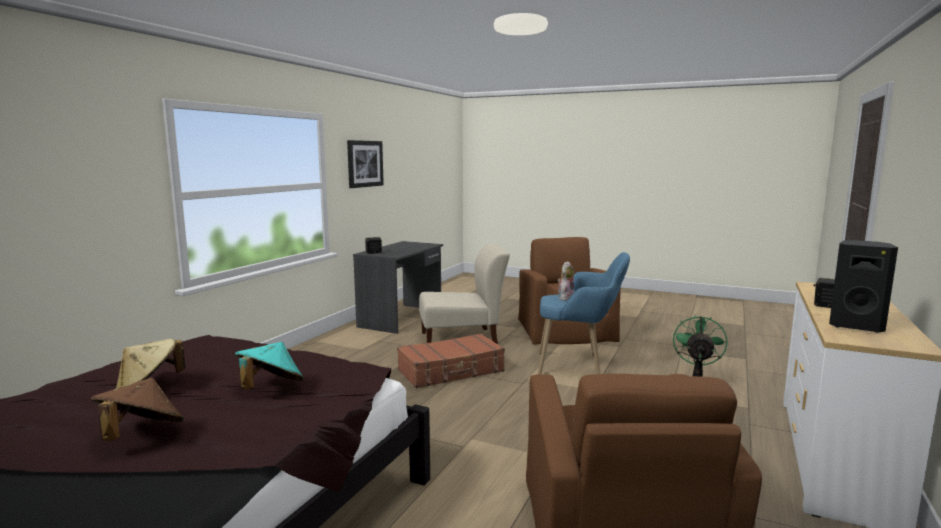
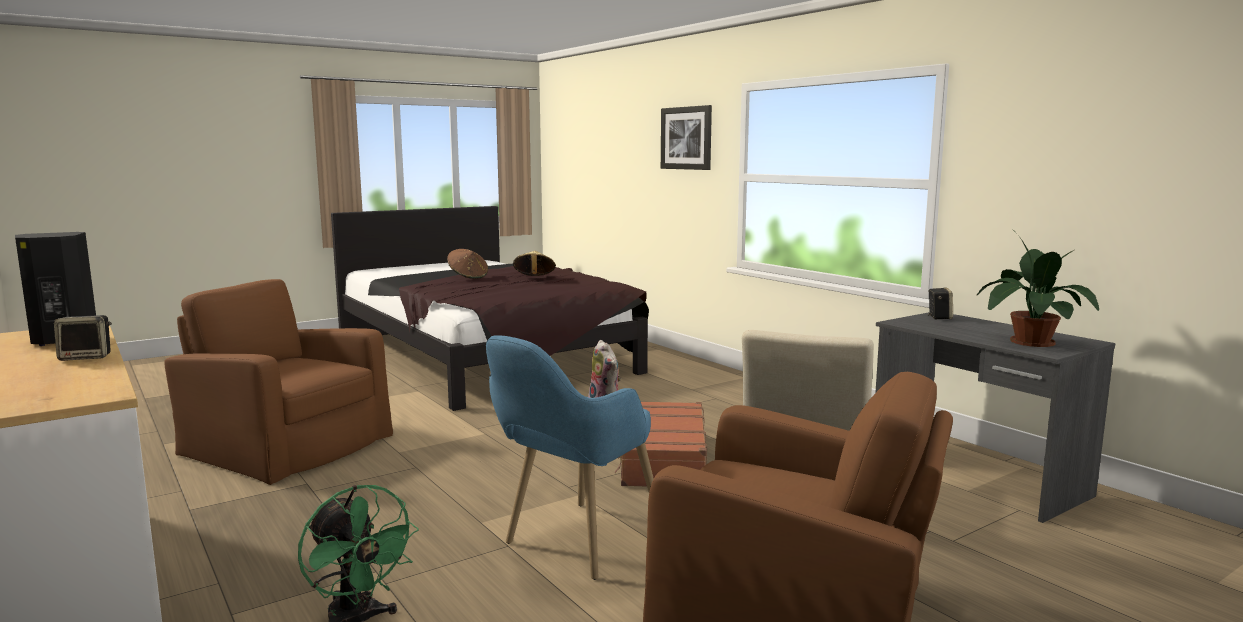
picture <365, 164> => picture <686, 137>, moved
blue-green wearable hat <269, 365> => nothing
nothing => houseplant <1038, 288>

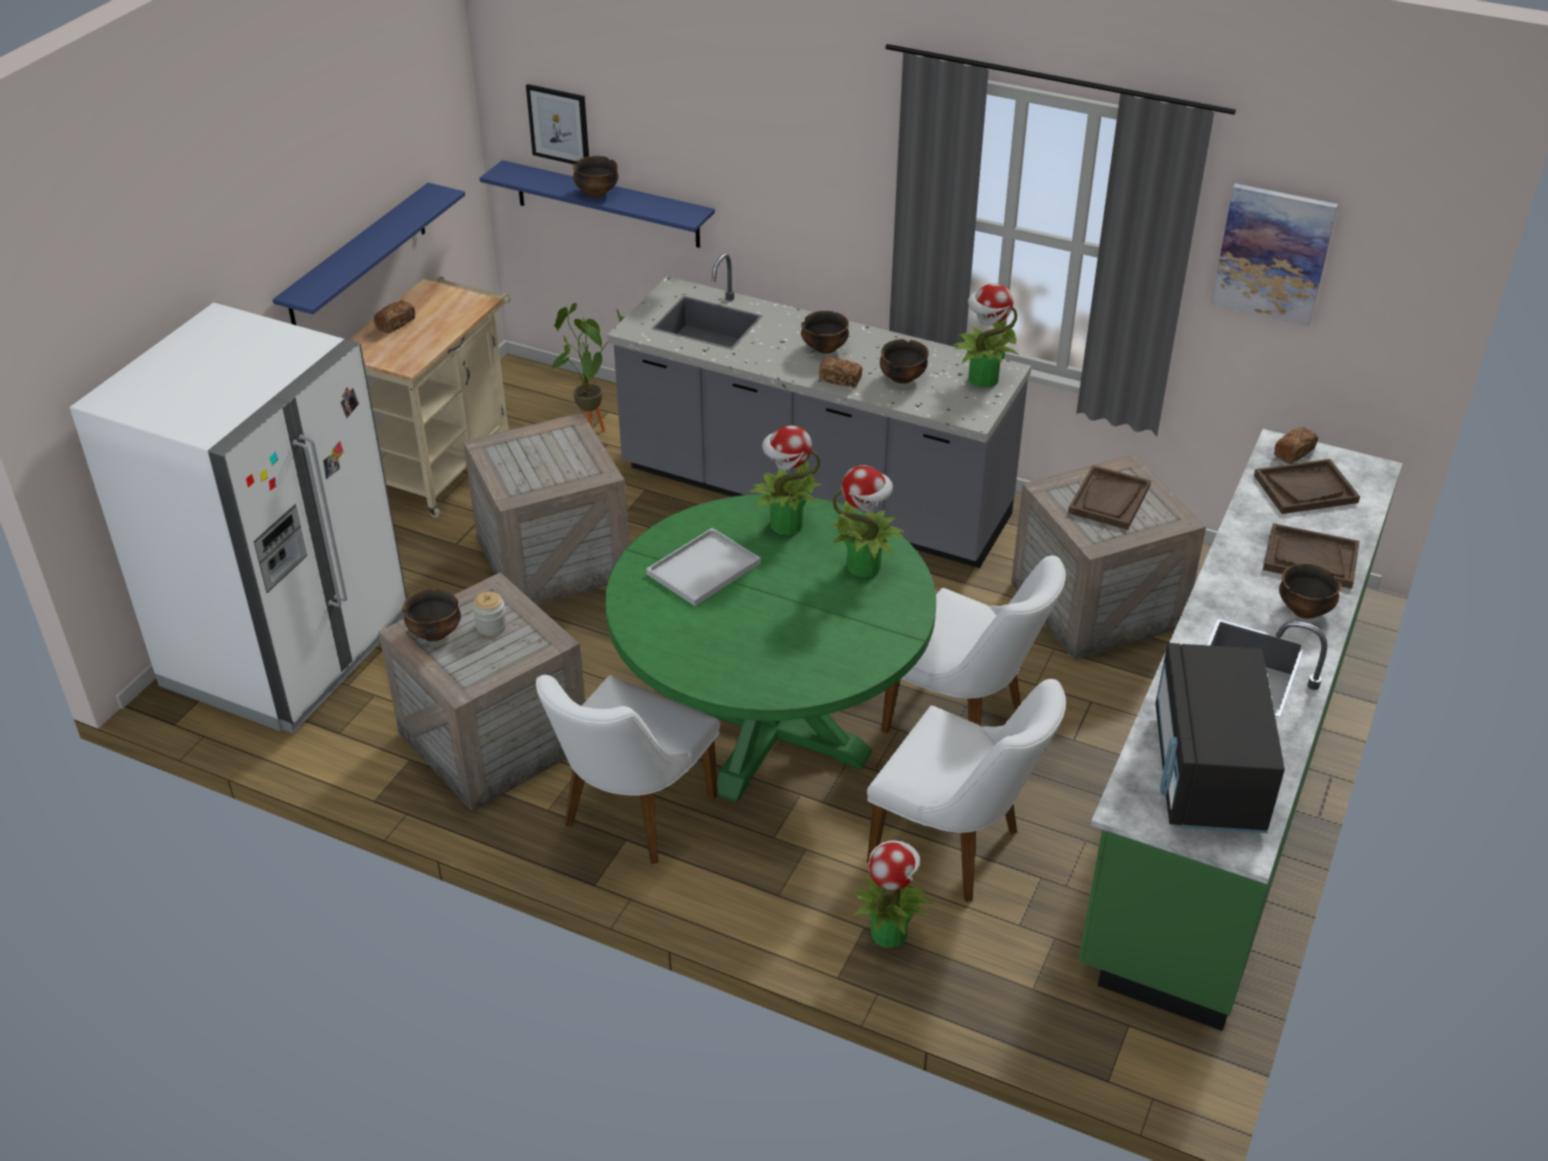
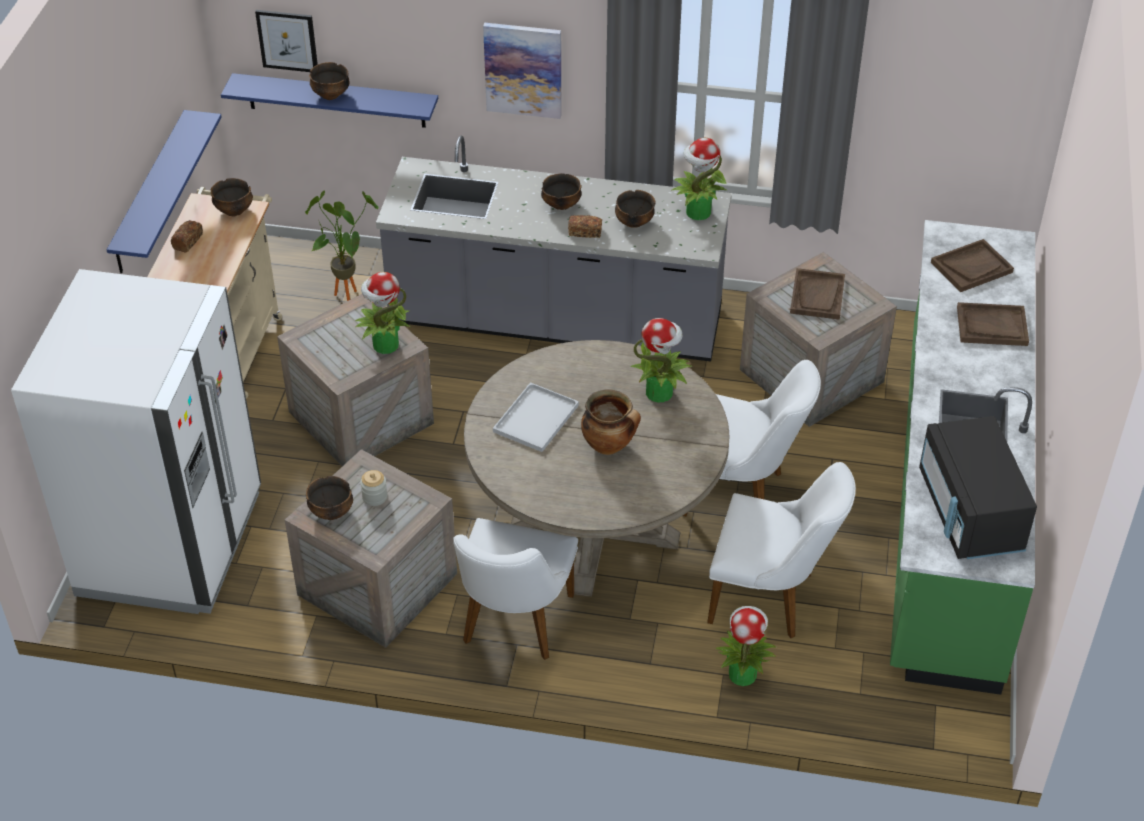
picture <1274, 254> => picture <522, 71>, moved
houseplant <785, 480> => houseplant <382, 313>, moved
bread <1296, 445> => nothing
green dinner table <770, 648> => sand-coloured dinner table <596, 468>
serving bowl <1310, 591> => serving bowl <232, 197>, moved
nothing => saucepot <611, 422>

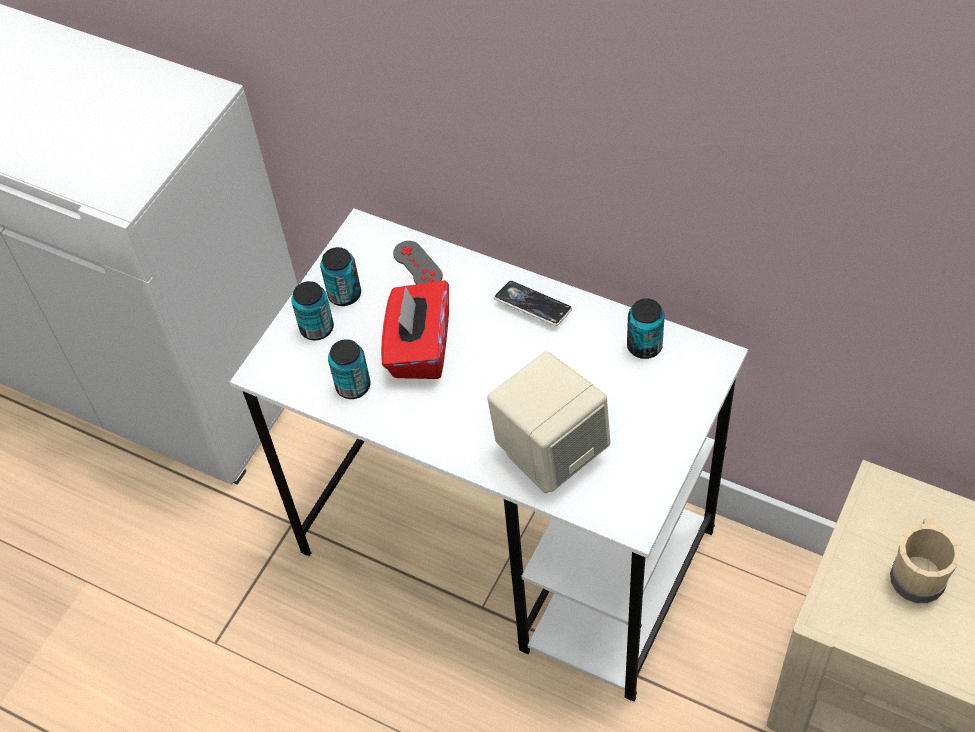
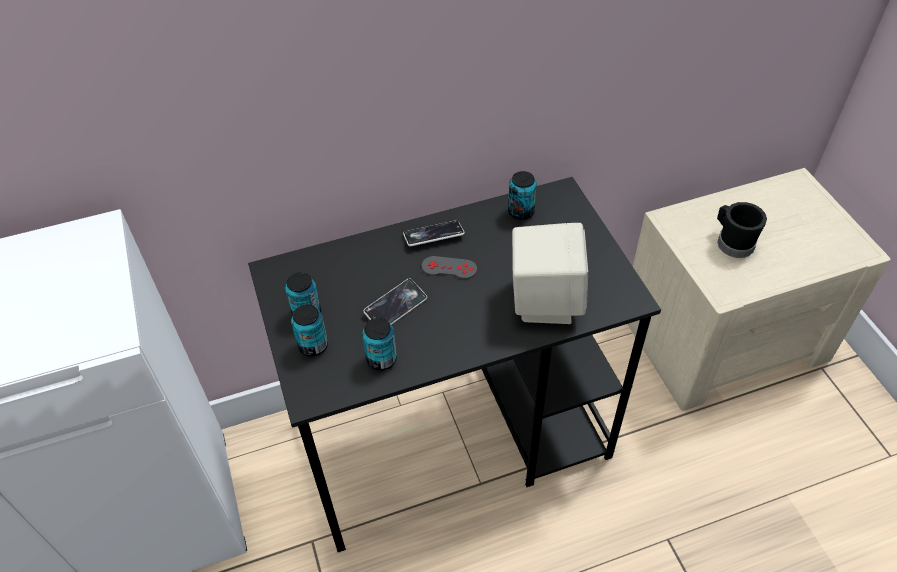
whitish desk <489, 455> => black desk <454, 364>
greyish joypad <418, 262> => greyish joypad <449, 267>, moved
red-coloured tissue box <415, 329> => telephone <395, 301>
sand-coloured coffee mug <925, 560> => black coffee mug <742, 230>

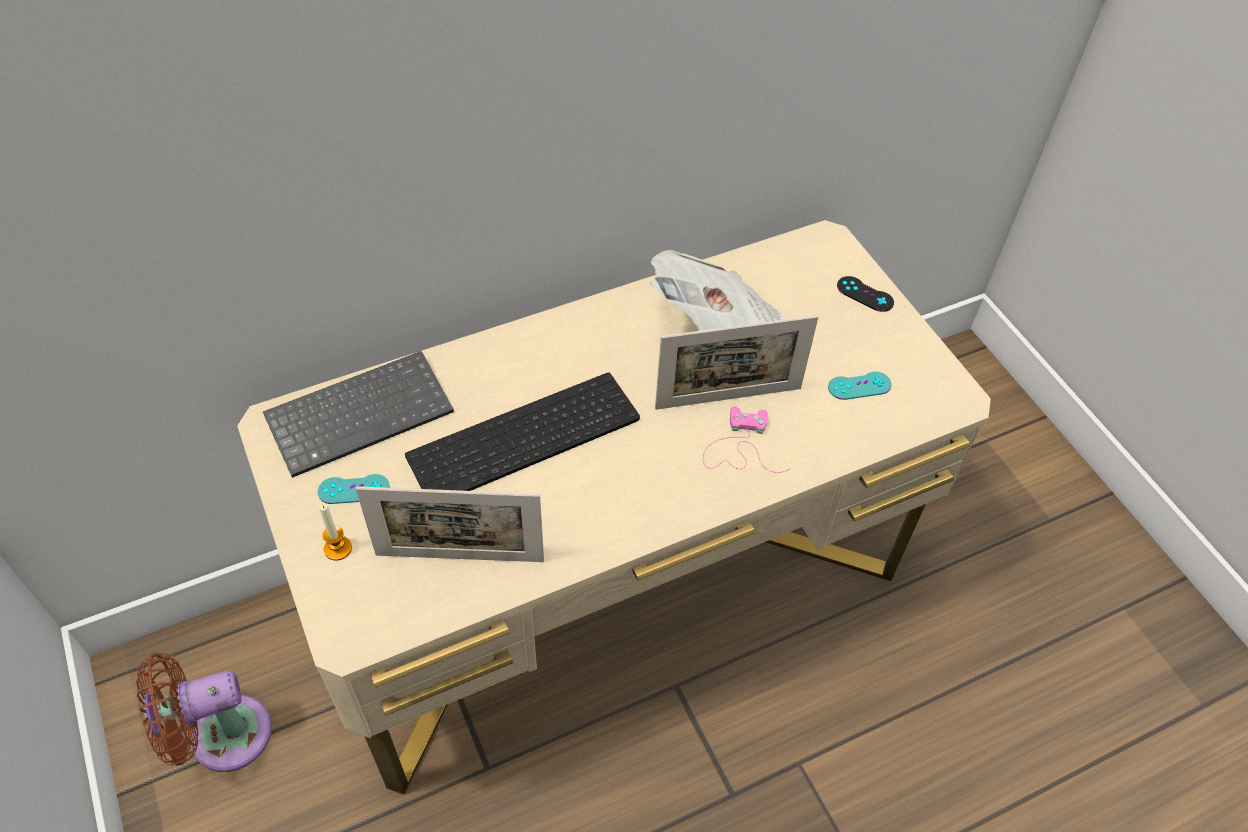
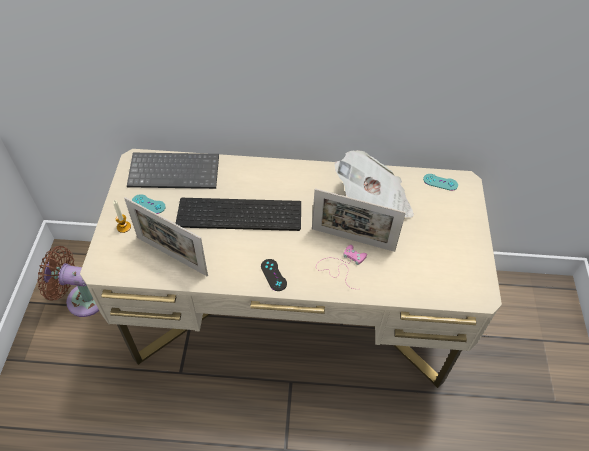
black joypad <865, 294> => black joypad <274, 275>, moved
blue-green joypad <860, 386> => blue-green joypad <440, 182>, moved

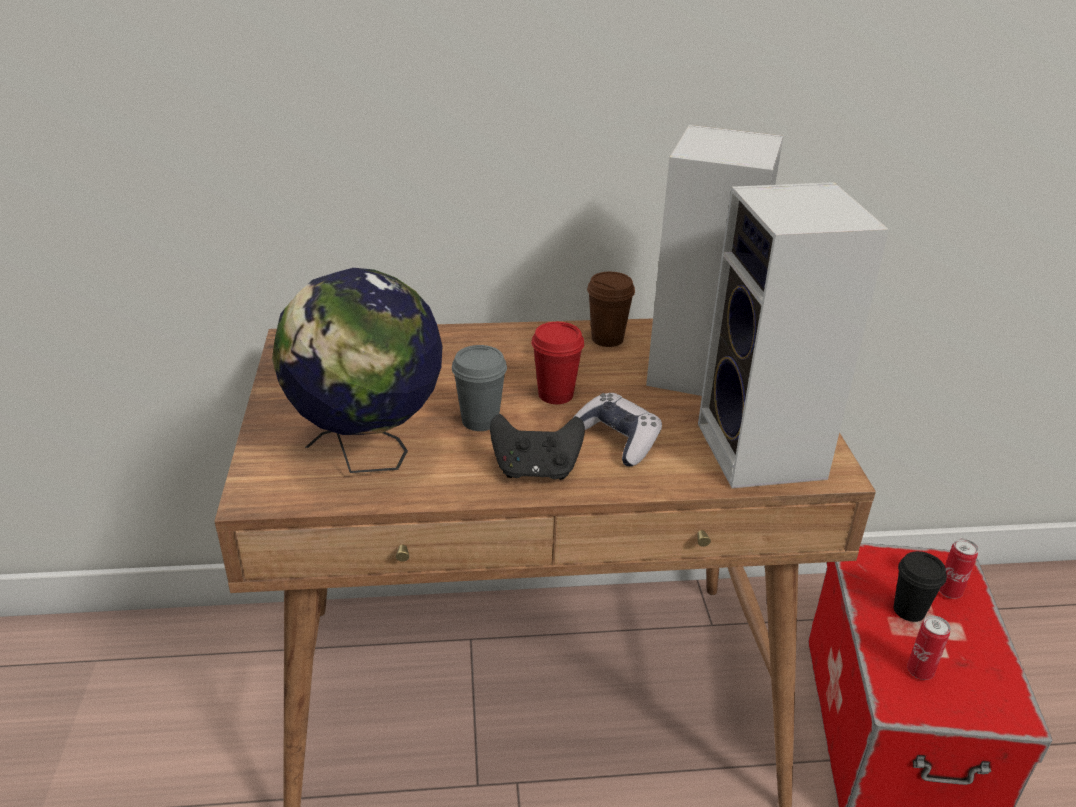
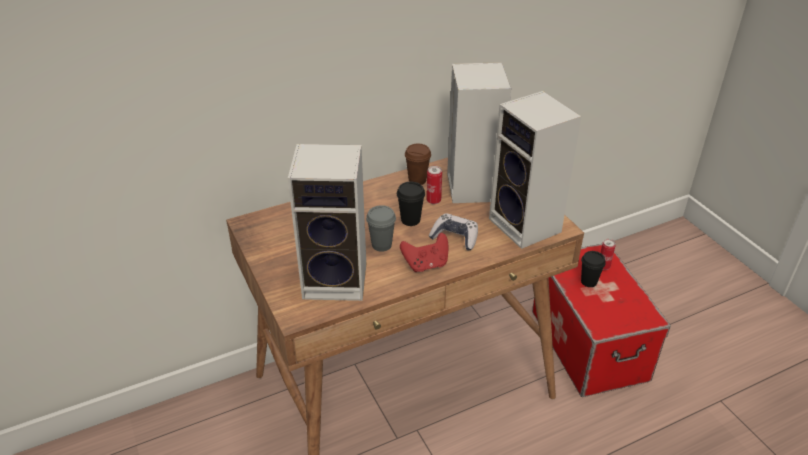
globe <357, 370> => audio speaker <327, 222>
red-coloured small cup <557, 363> => black small cup <411, 204>
black joypad <537, 447> => red-coloured joypad <424, 252>
sealed can <929, 647> => sealed can <434, 185>, moved

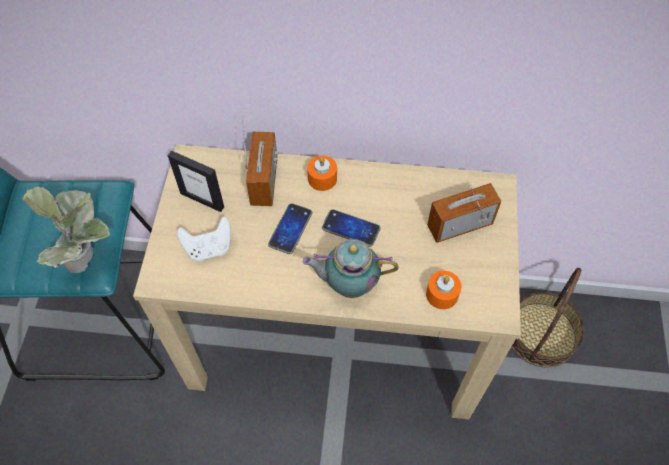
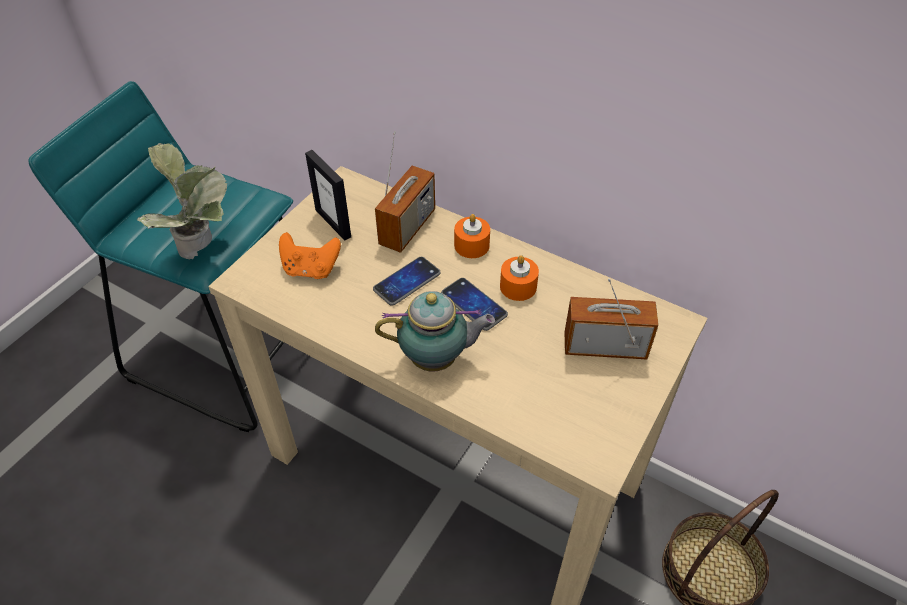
whitish joypad <204, 239> => orange joypad <310, 255>
teapot <351, 268> => teapot <435, 331>, 150 degrees clockwise
orange wax candle <443, 290> => orange wax candle <519, 278>, moved

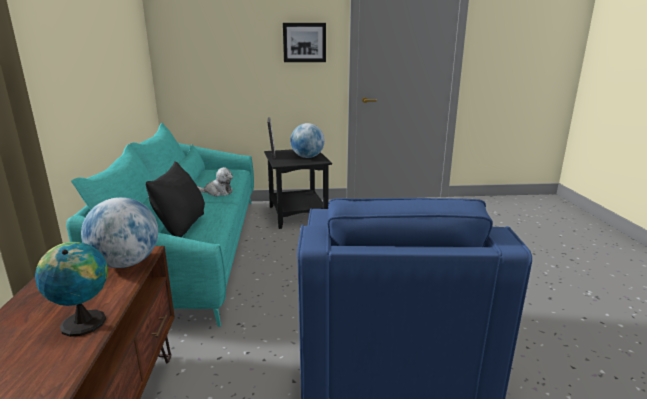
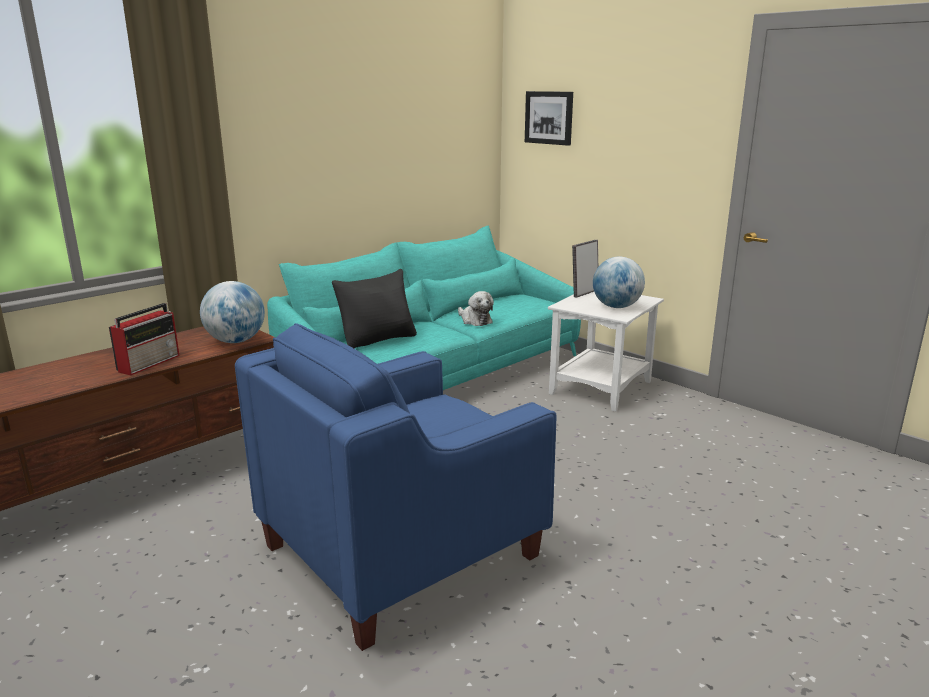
picture <304, 42> => picture <549, 118>, moved
black side table <298, 189> => whitish side table <606, 352>
globe <71, 289> => radio <144, 339>

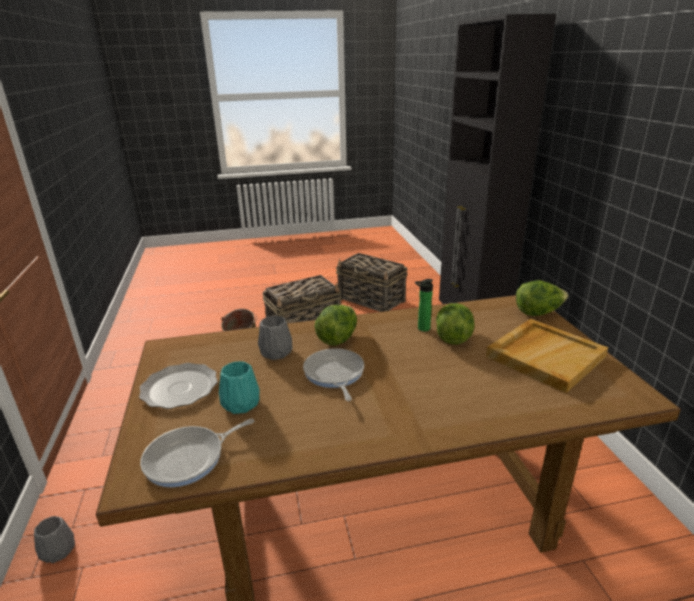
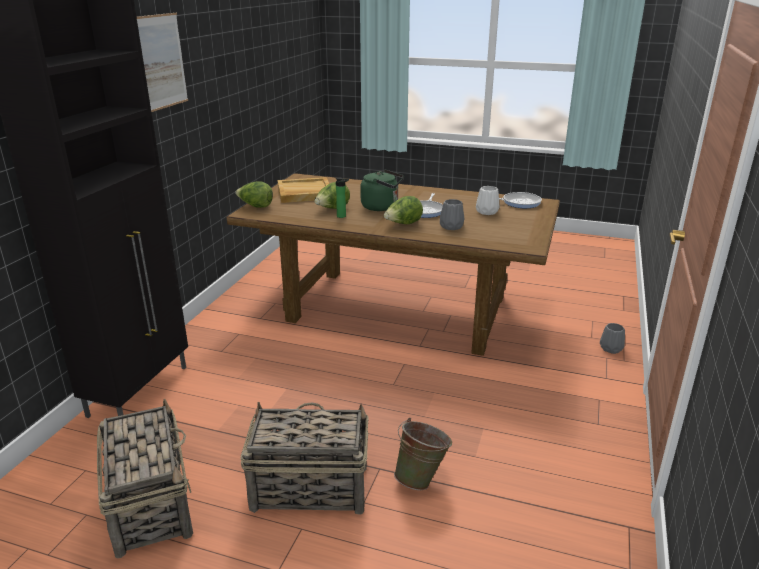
blue-green flower vase <239, 387> => whitish flower vase <487, 200>
dinner plate <178, 386> => nothing
nothing => picture <162, 62>
nothing => green kettle <382, 190>

